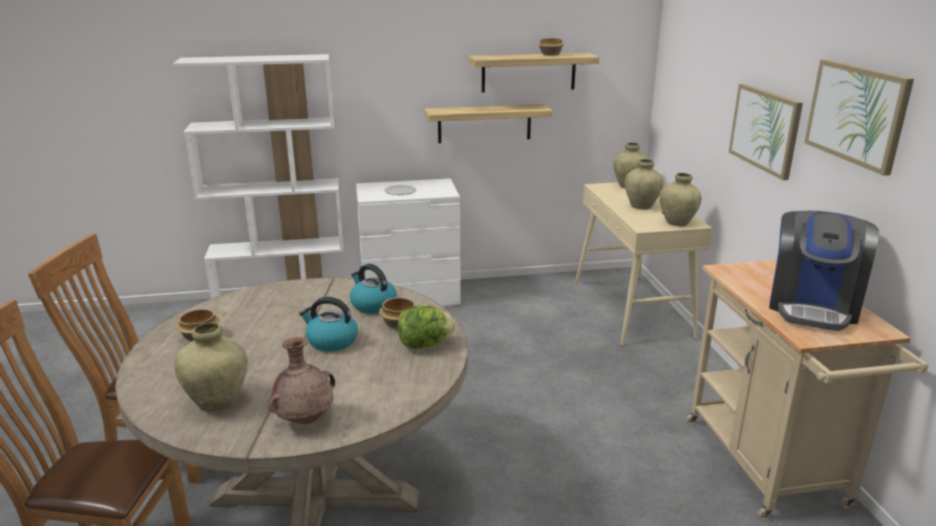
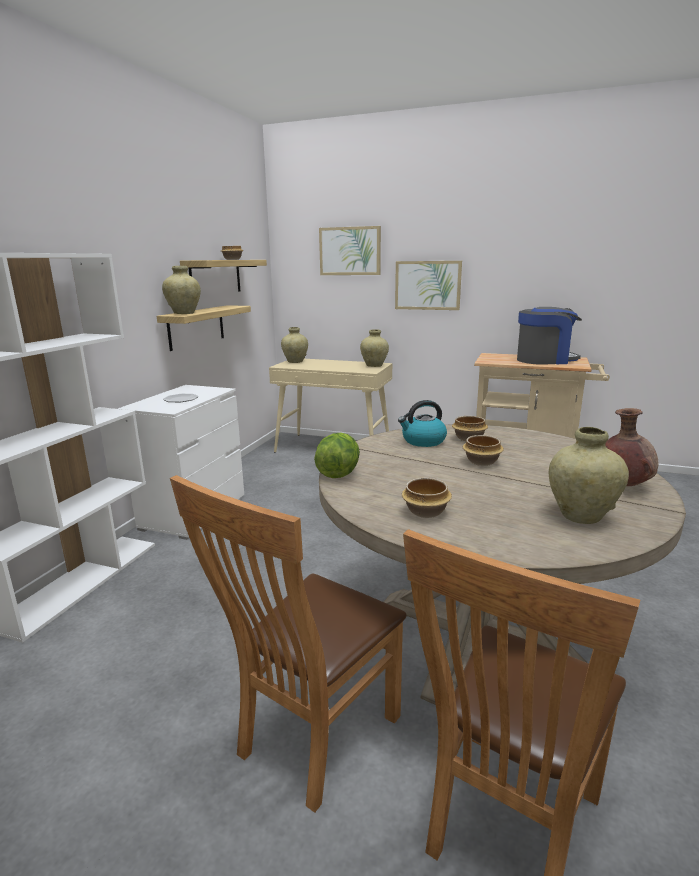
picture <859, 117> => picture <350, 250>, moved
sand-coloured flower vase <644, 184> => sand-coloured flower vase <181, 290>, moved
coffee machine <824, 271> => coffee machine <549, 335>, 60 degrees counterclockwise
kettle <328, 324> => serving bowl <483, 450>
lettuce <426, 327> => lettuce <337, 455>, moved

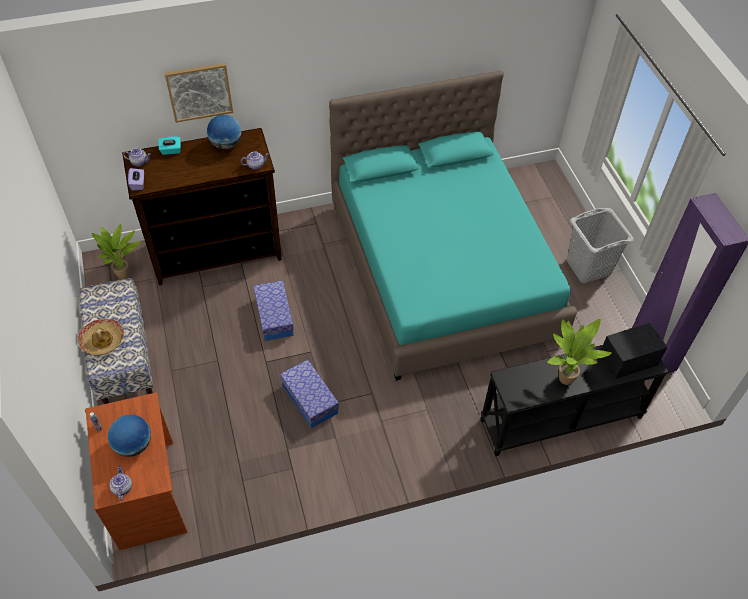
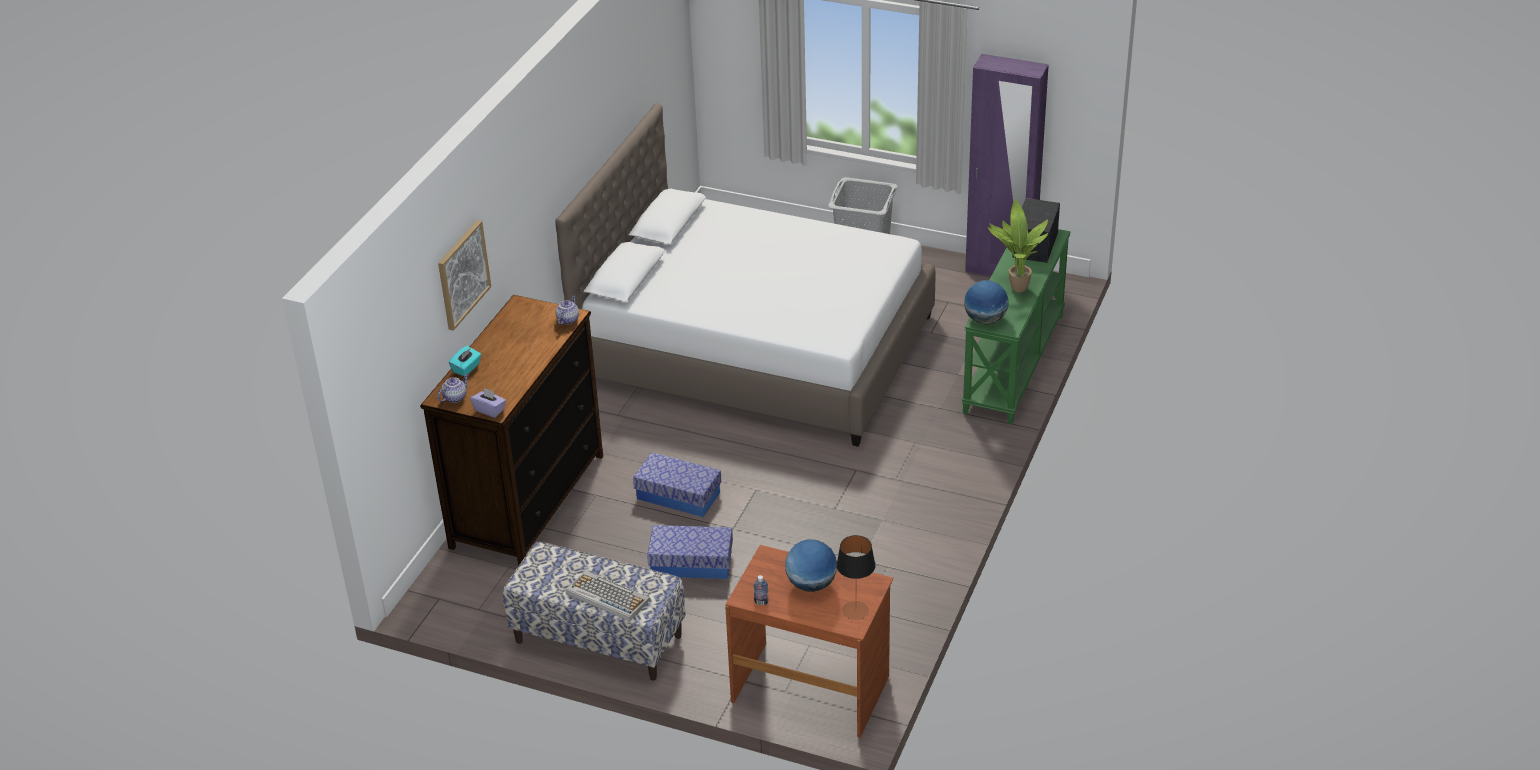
blue-green sleeping bed <453, 225> => whitish sleeping bed <745, 275>
globe <224, 132> => globe <986, 302>, moved
houseplant <116, 251> => nothing
wearable hat <101, 337> => keyboard <608, 596>
black hall table <575, 400> => green hall table <1016, 326>
storage container <309, 394> => storage container <690, 552>, moved
teapot <120, 483> => lamp for a table <856, 577>

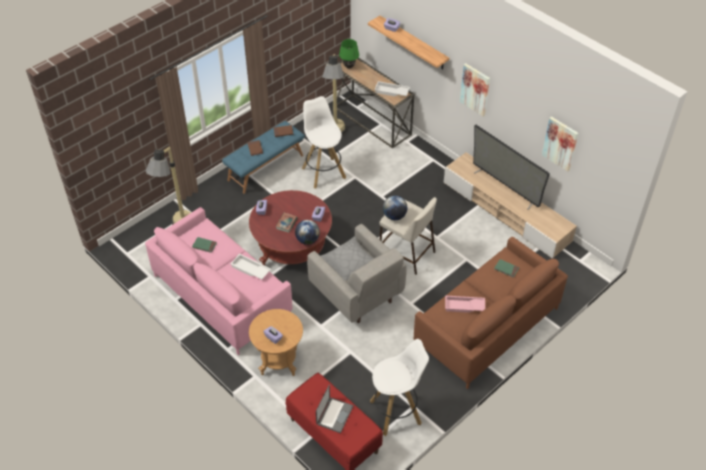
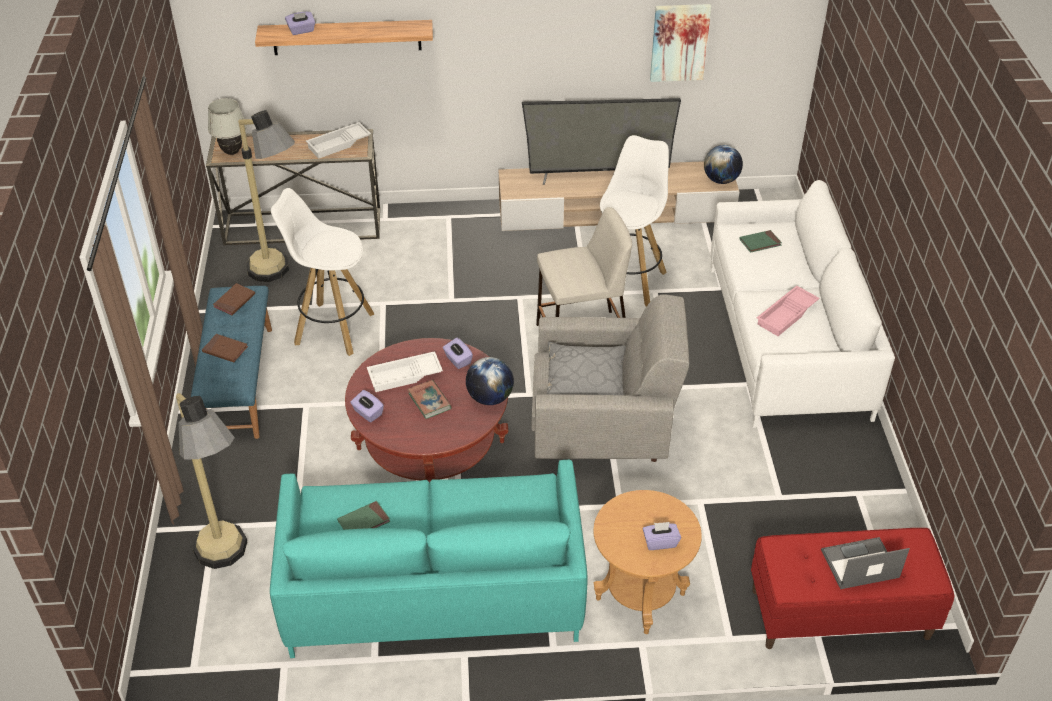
green lamp for a table <349, 54> => whitish lamp for a table <227, 126>
picture <475, 89> => nothing
globe <395, 208> => globe <723, 164>, moved
pink couch <218, 281> => blue-green couch <429, 559>
brownish couch <491, 313> => whitish couch <802, 304>
whitish serving tray <251, 266> => whitish serving tray <405, 371>, moved
whitish sitting stool <399, 387> => whitish sitting stool <634, 221>, moved
laptop <334, 409> => laptop <865, 563>, 75 degrees counterclockwise

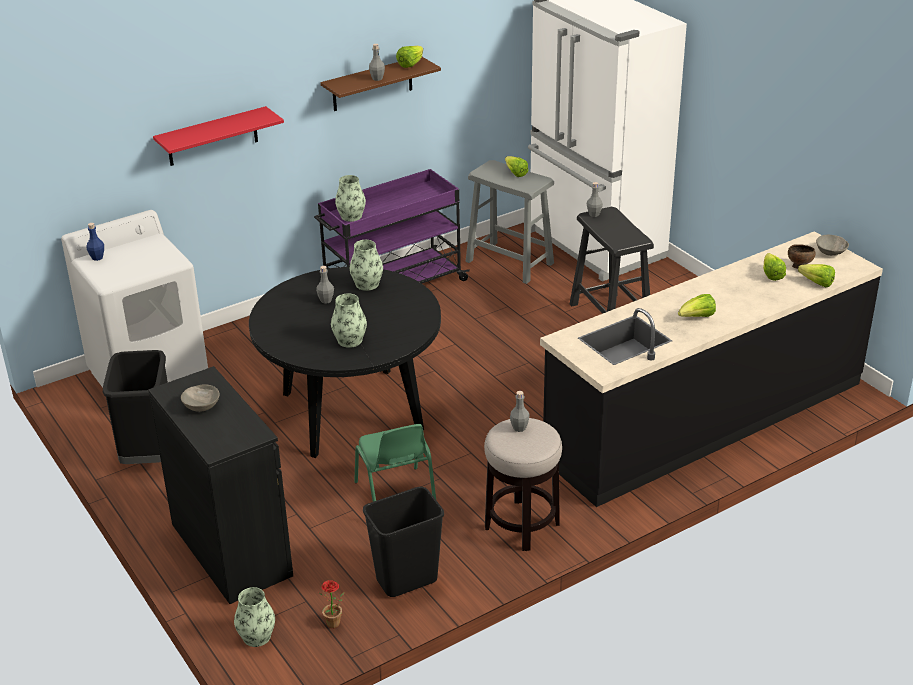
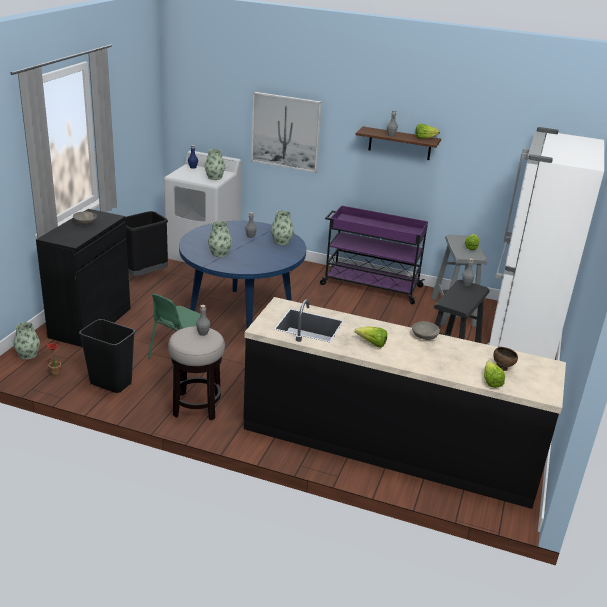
red-coloured wall shelf <218, 136> => picture <286, 132>
flower vase <350, 198> => flower vase <215, 164>, moved
greyish serving bowl <832, 245> => greyish serving bowl <426, 330>, moved
lettuce <774, 267> => nothing
black dinner table <345, 362> => bluish dinner table <242, 274>

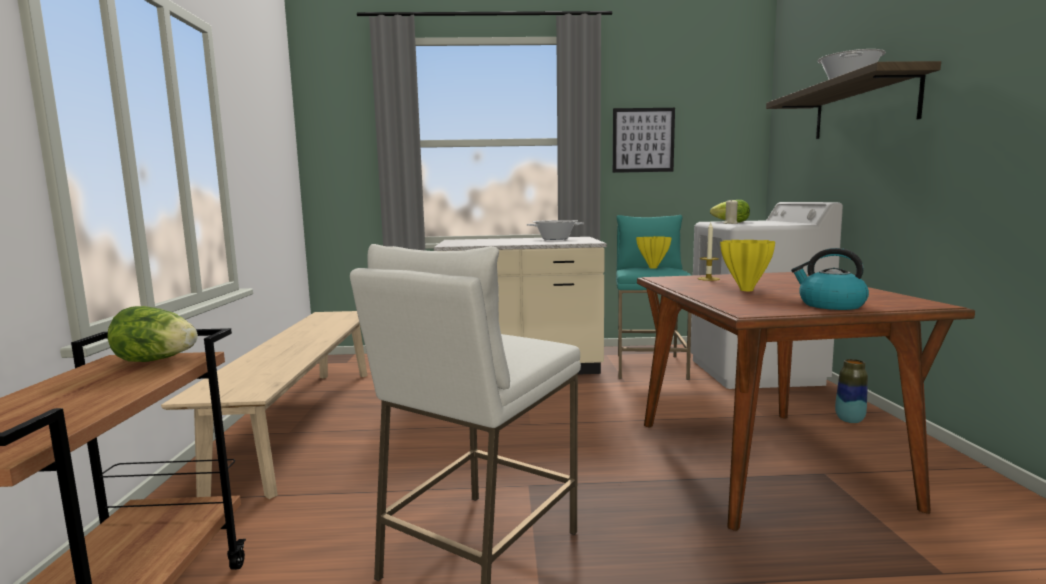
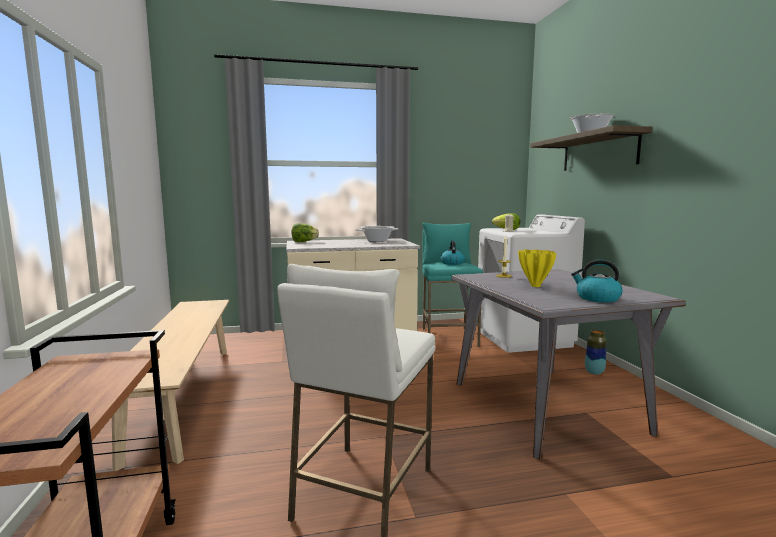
picture <644, 140> => nothing
yellow flower vase <654, 252> => kettle <453, 253>
brownish dinner table <806, 401> => greyish dinner table <569, 364>
lettuce <152, 334> => lettuce <305, 232>, moved

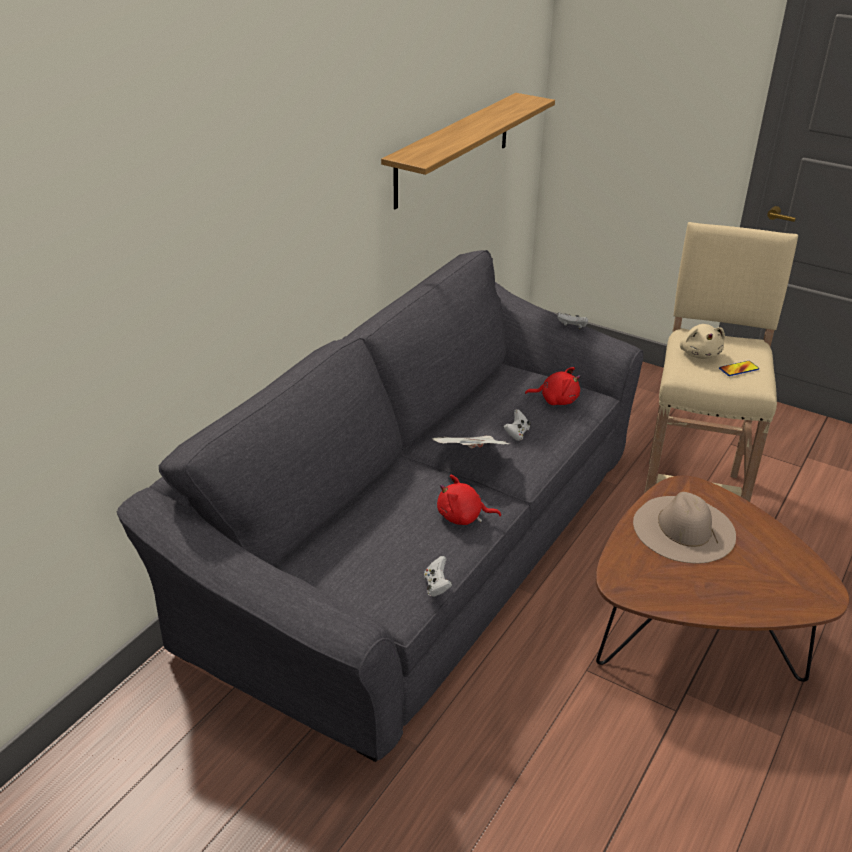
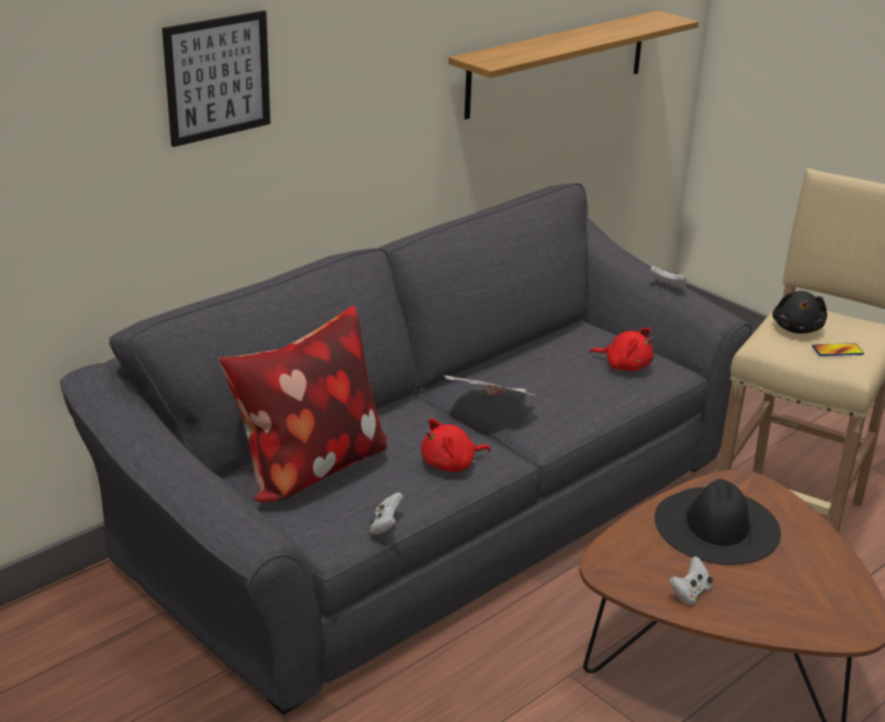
sand-coloured soft toy <702, 341> => black soft toy <799, 312>
whitish joypad <517, 425> => whitish joypad <691, 580>, moved
red-coloured soft toy <469, 500> => red-coloured soft toy <456, 445>, 45 degrees counterclockwise
sand-coloured wearable hat <684, 527> => black wearable hat <718, 522>
nothing => picture <216, 78>
nothing => throw pillow <303, 404>

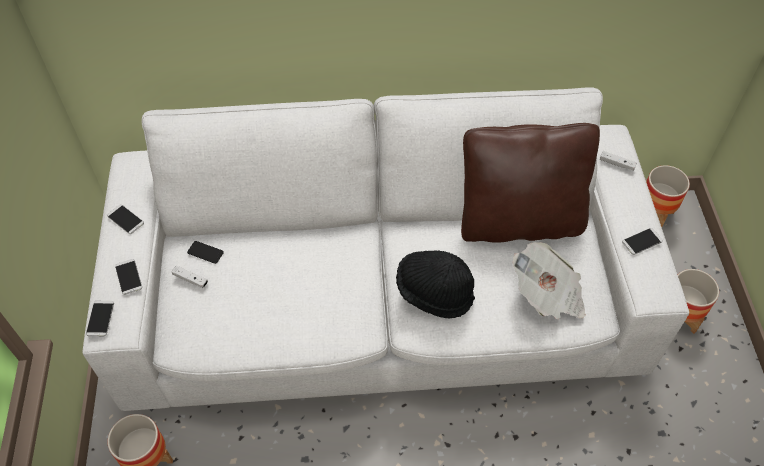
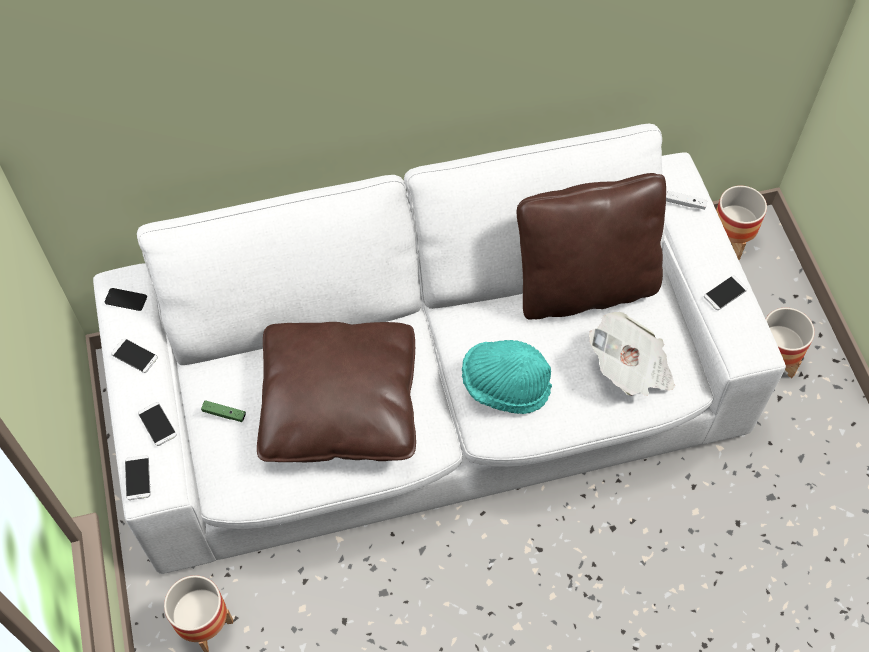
telephone <205, 252> => telephone <126, 299>, moved
black wearable hat <435, 284> => blue-green wearable hat <507, 377>
whitish joypad <189, 276> => green joypad <223, 411>
nothing => brownish throw pillow <336, 392>

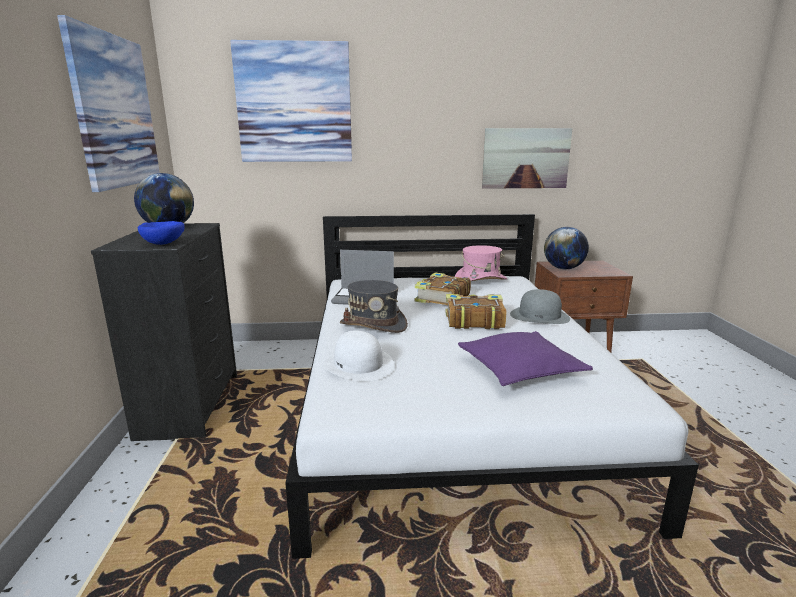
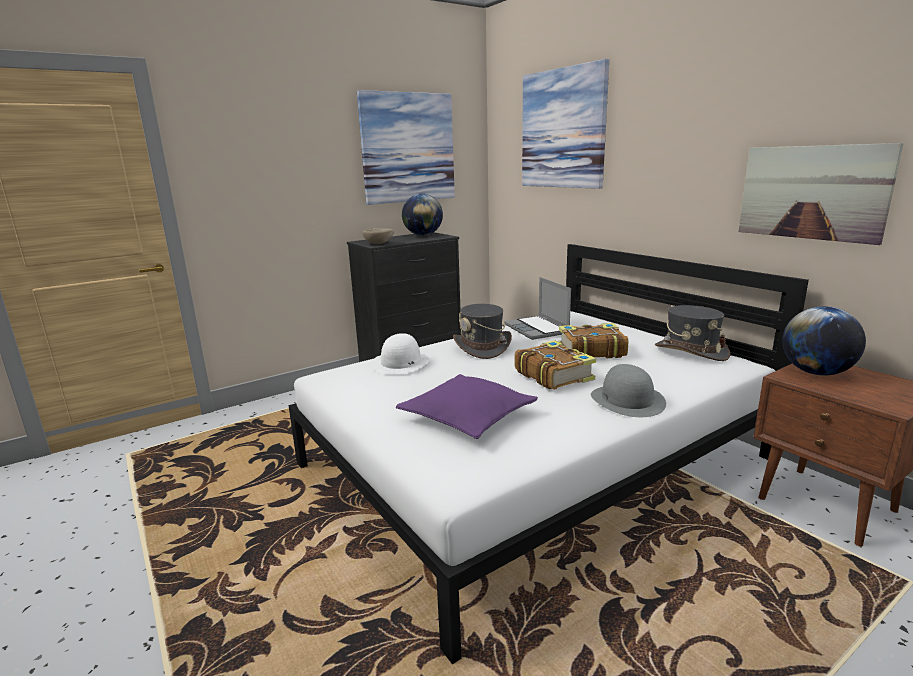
bluish serving bowl <161, 233> => sand-coloured serving bowl <378, 236>
pink wearable hat <481, 263> => greyish wearable hat <692, 333>

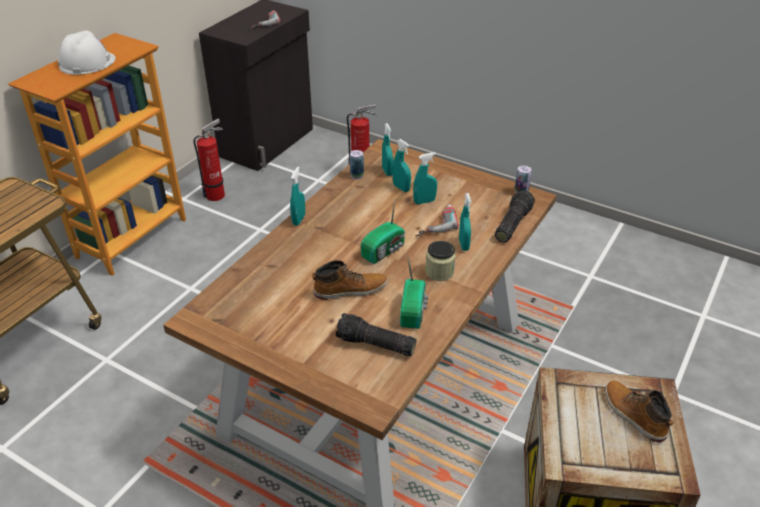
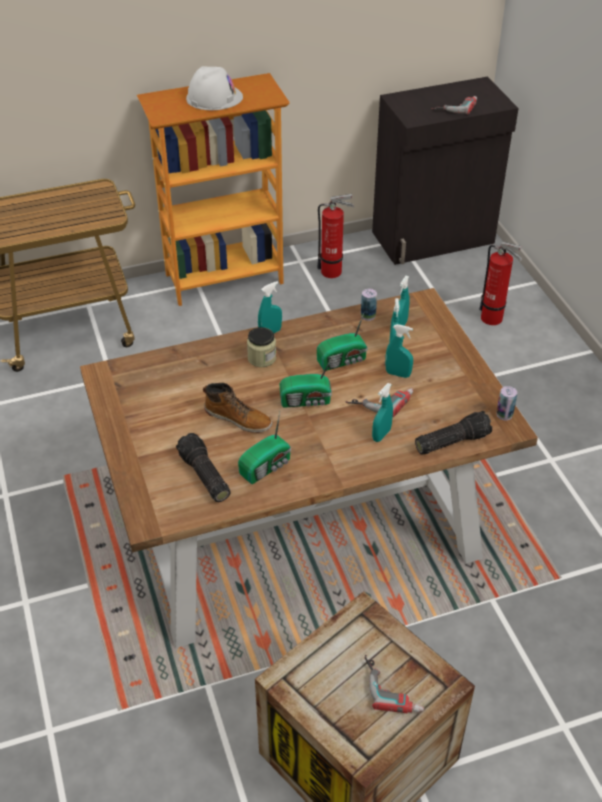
storage jar <440, 261> => storage jar <261, 347>, moved
high-top boot <639, 411> => power drill <394, 684>
nothing => radio <342, 342>

